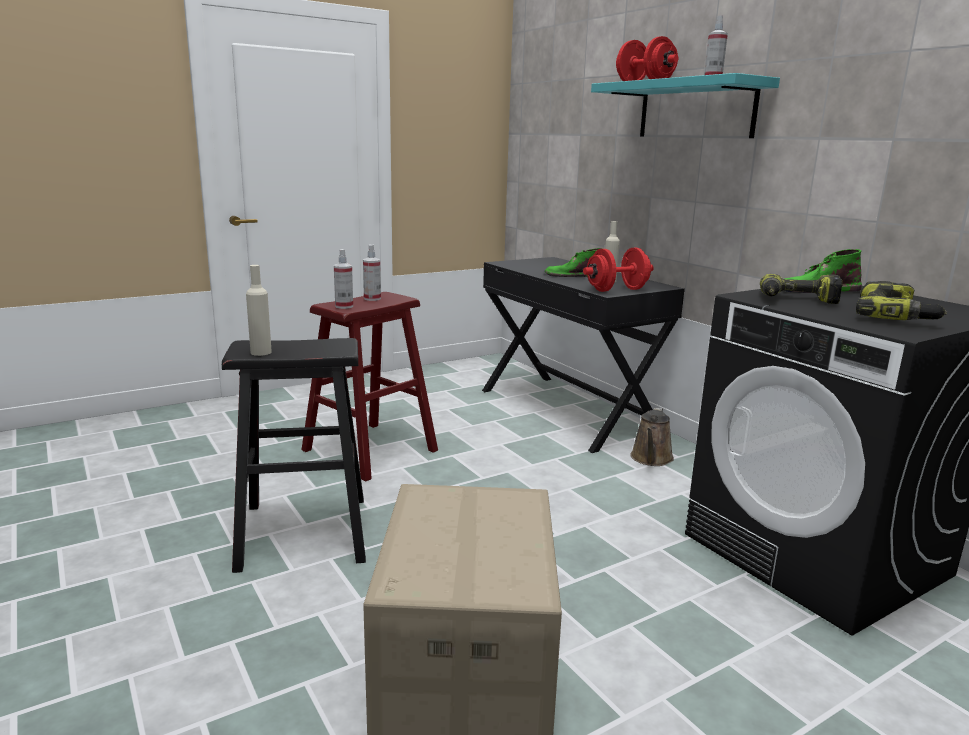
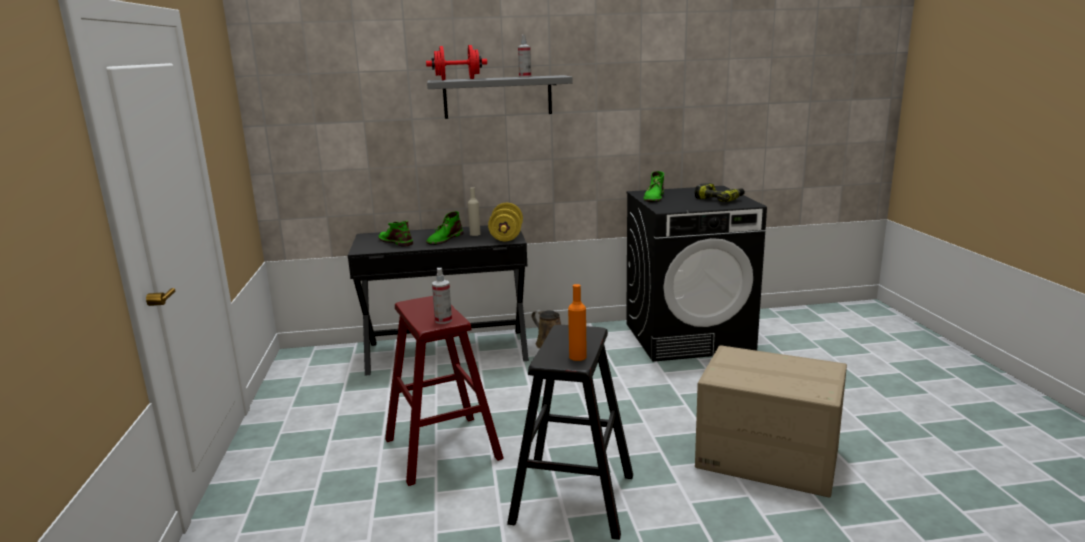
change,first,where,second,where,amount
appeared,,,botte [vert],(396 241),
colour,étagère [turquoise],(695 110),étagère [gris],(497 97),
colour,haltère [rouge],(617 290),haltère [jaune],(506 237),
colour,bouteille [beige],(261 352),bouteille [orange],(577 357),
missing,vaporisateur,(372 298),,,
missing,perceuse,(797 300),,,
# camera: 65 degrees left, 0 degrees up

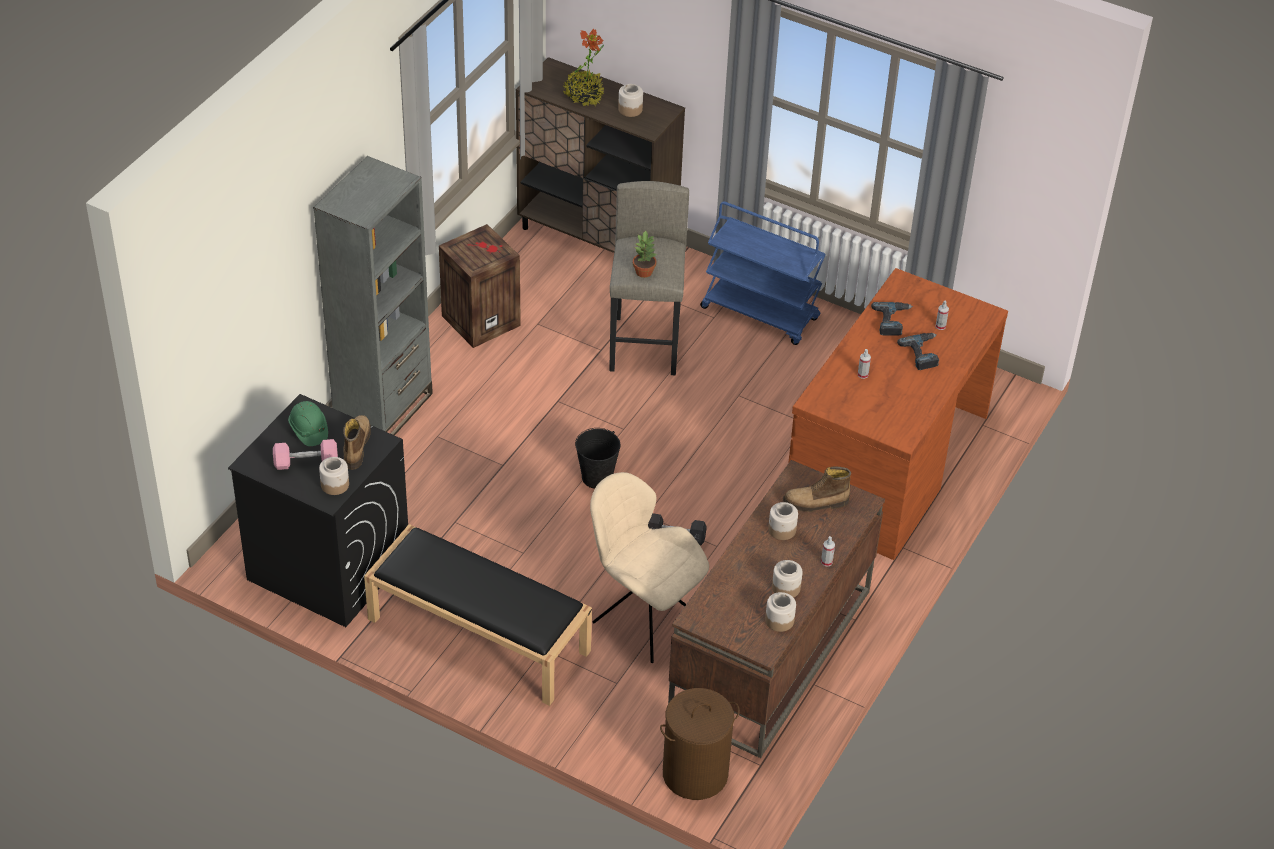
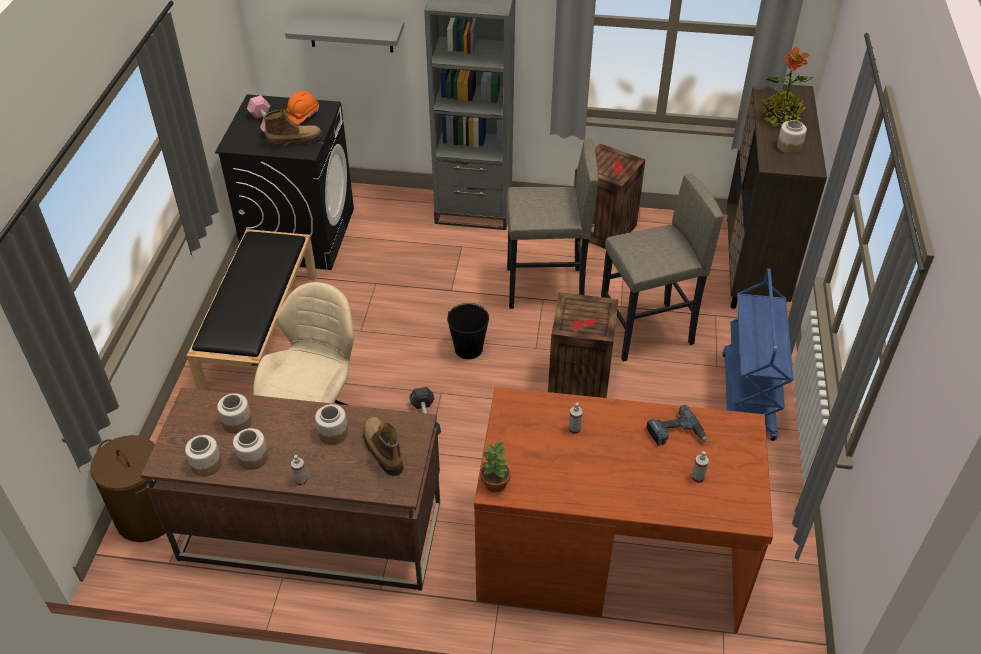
change,first,where,second,where,amount
relocated,bocal,(335 484),,(237 422),
appeared,,,étagère [gris],(351 33),
colour,casque de chantier [vert],(308 430),casque de chantier [orange],(302 116),
relocated,plante en pot,(644 271),,(496 484),
appeared,,,tabouret [gris],(545 288),
appeared,,,caisse,(580 384),
missing,perceuse,(923 353),,,
# camera: 70 degrees right, 0 degrees up

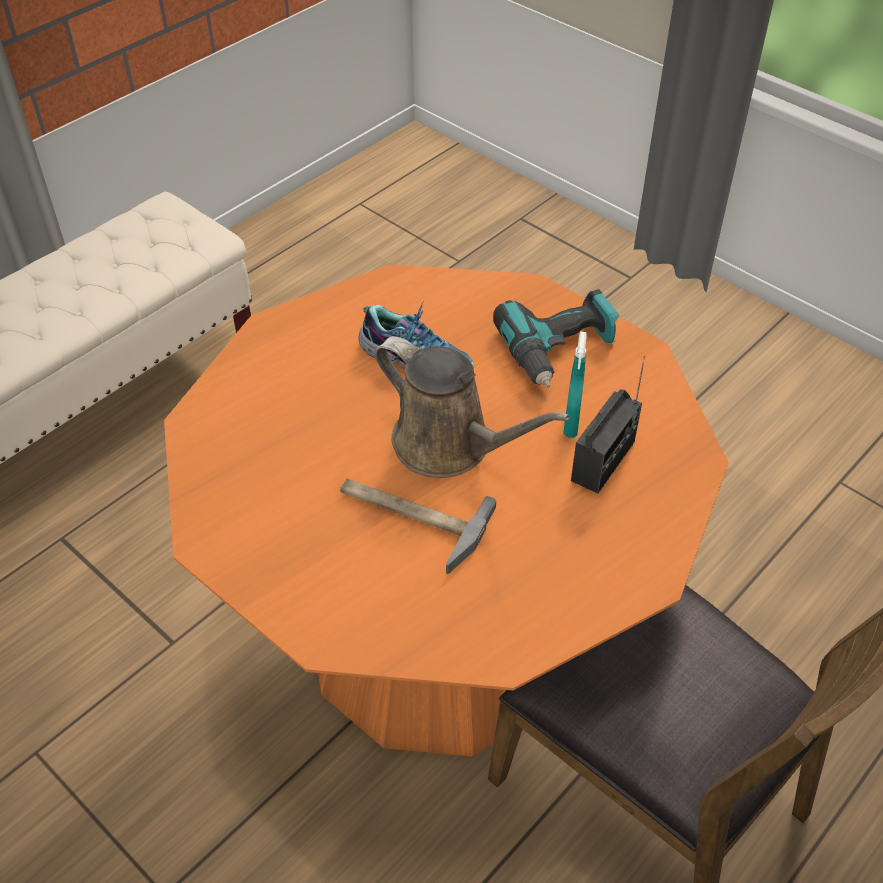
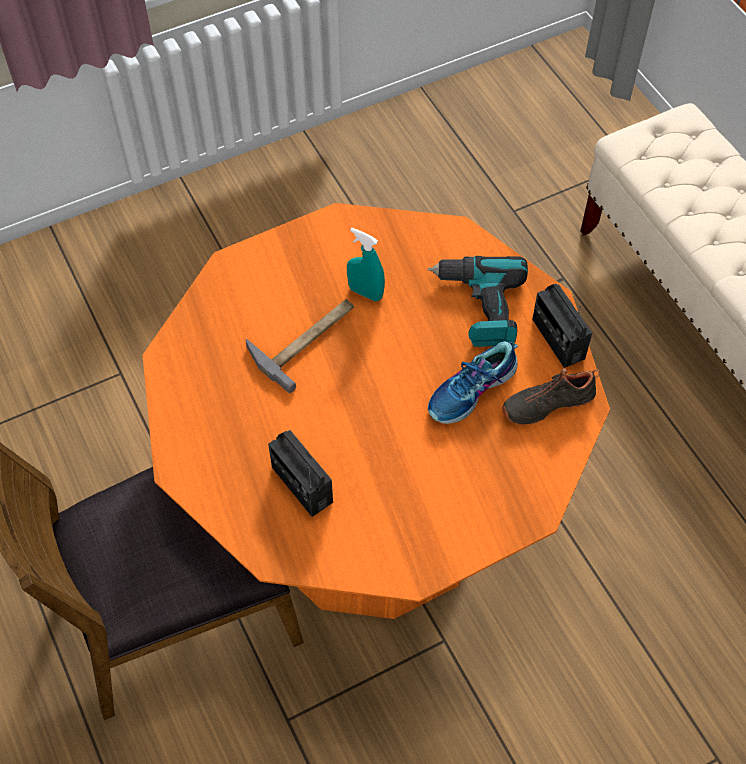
change,first,where,second,where,amount
relocated,vaporisateur [turquoise],(571 423),,(365 293),
relocated,perceuse,(559 350),,(479 307),
appeared,,,chaussure [noir],(547 402),
appeared,,,radio,(558 339),
missing,arrosoir [marron],(450 445),,,
# camera: 110 degrees right, 10 degrees up

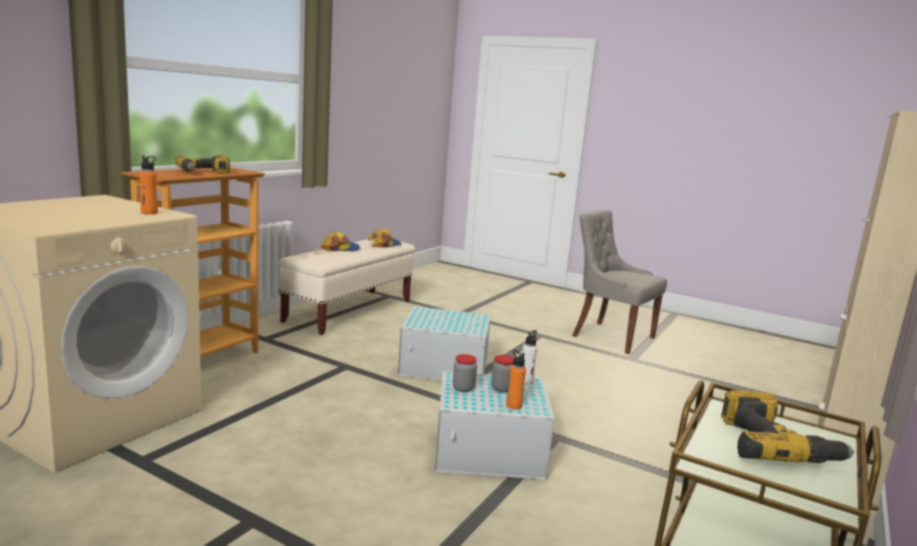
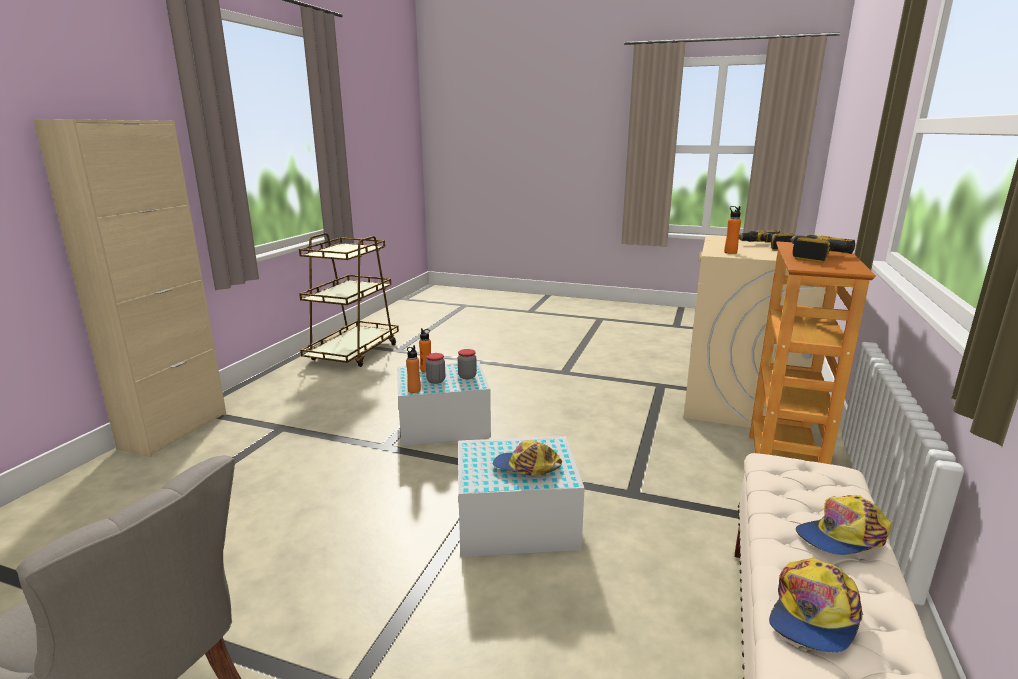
change,first,where,second,where,amount
colour,bouteille [blanc],(526 381),bouteille [orange],(414 390),
appeared,,,casquette,(525 467),
relocated,perceuse,(774 446),,(766 246),
# camera: 170 degrees right, 5 degrees up

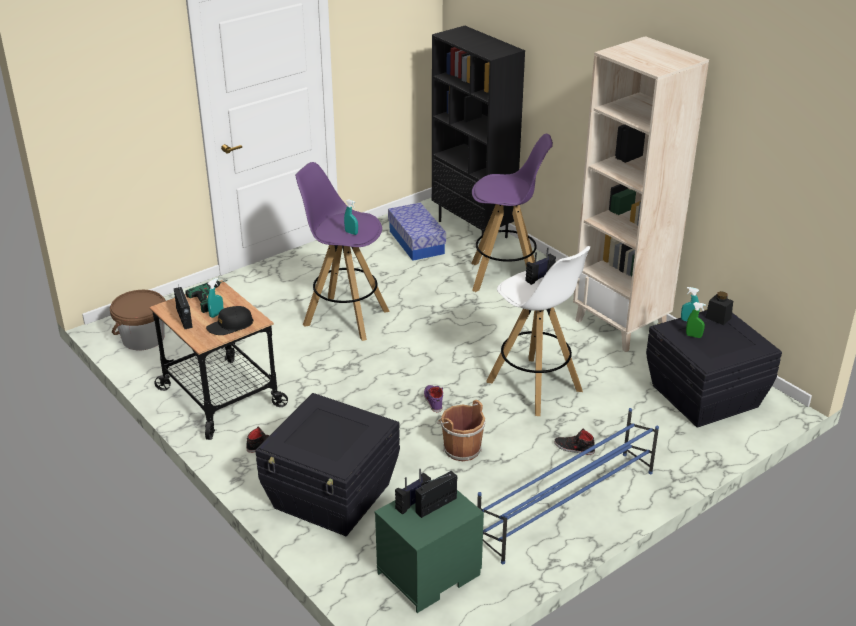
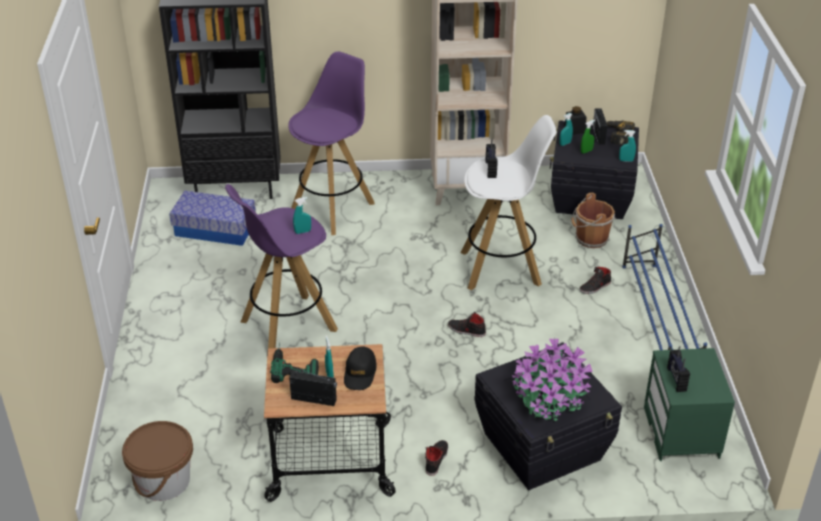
change,first,where,second,where,amount
colour,chaussure [violet],(433 400),chaussure [noir],(466 330),
appeared,,,plante en pot,(548 399),
relocated,seau [marron],(460 448),,(590 239),
relocated,radio,(437 505),,(598 135),
appeared,,,perceuse,(616 135),
appeared,,,vaporisateur [turquoise],(626 160),
# camera: 55 degrees left, 5 degrees up

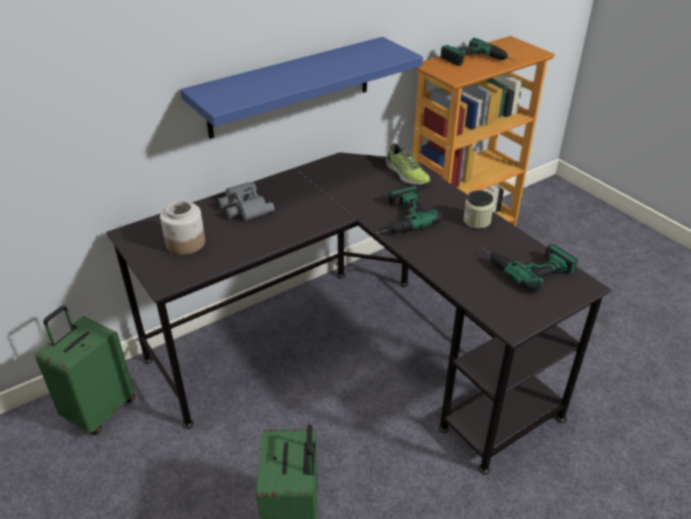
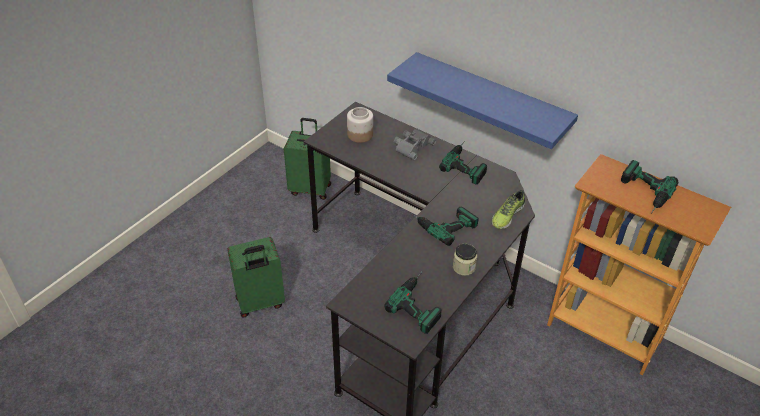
change,first,where,second,where,amount
appeared,,,perceuse,(467 163),
# camera: 70 degrees right, 5 degrees up

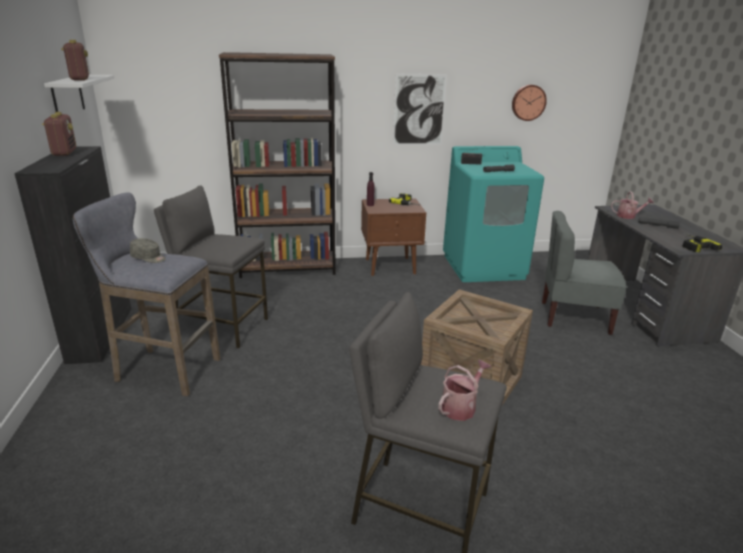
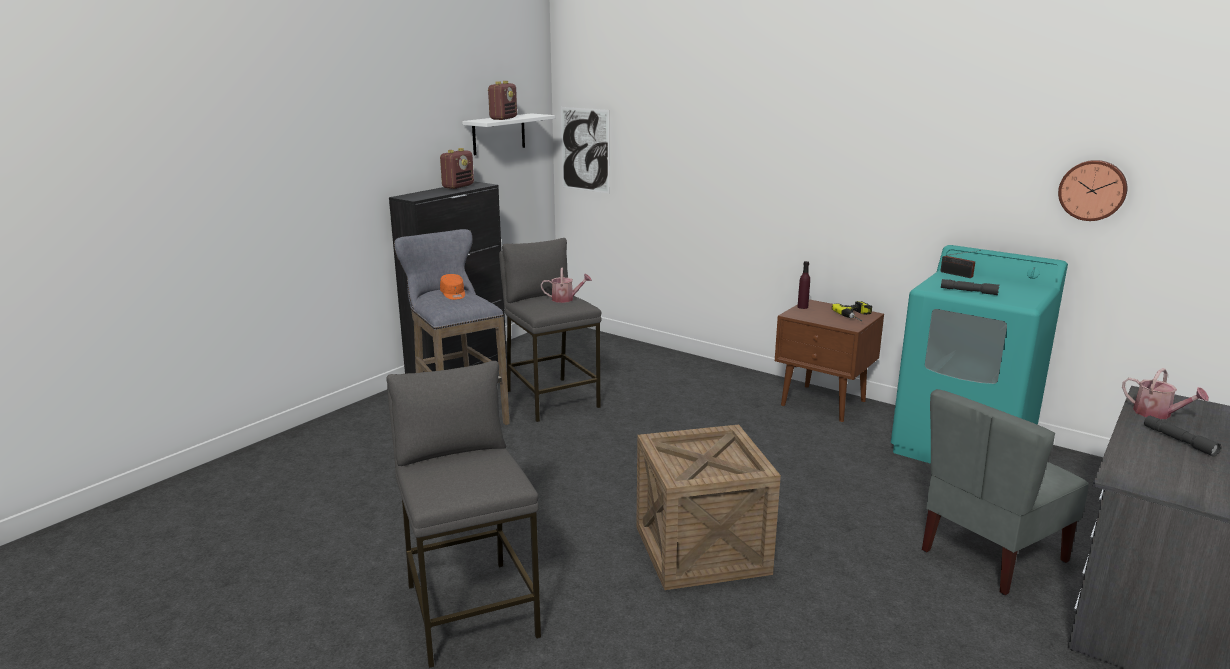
change,first,where,second,where,amount
colour,casquette [gris],(149 258),casquette [orange],(453 294),
relocated,arrosoir,(461 406),,(566 299),
relocated,tableau,(419 110),,(585 149),
spun,chaise [gris],(574 317),,(990 555),90 degrees counterclockwise
missing,bibliothèque [marron],(288 268),,,
missing,perceuse,(692 245),,,
# camera: 45 degrees right, 5 degrees down

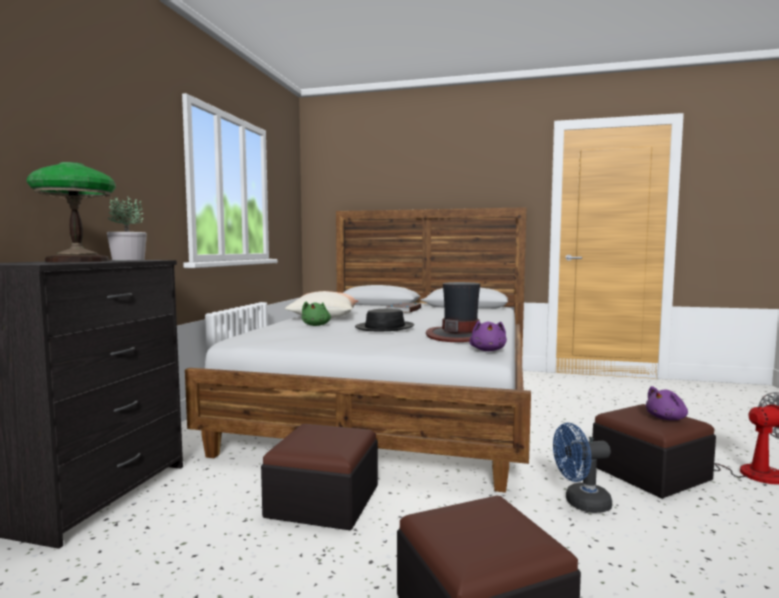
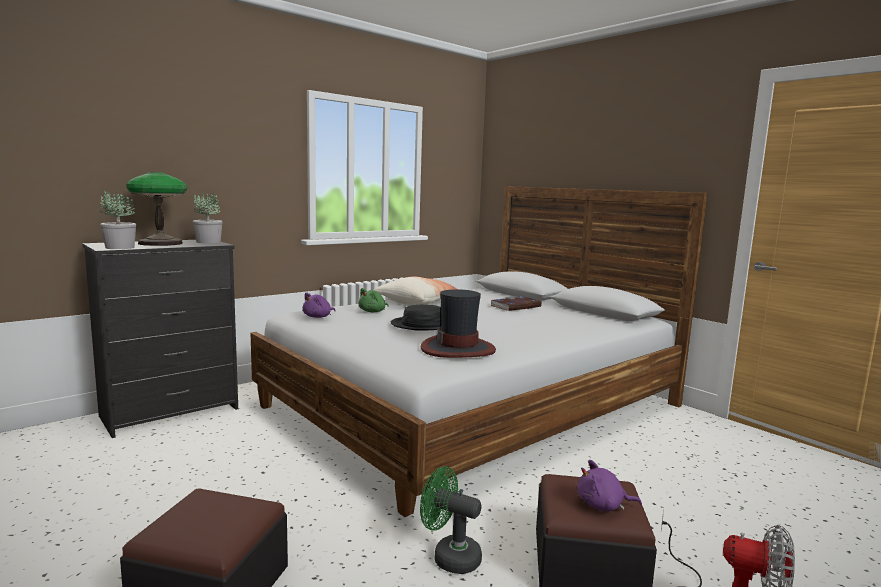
change,first,where,second,where,amount
appeared,,,plante en pot,(119 247),
relocated,peluche [violet],(488 350),,(318 317),
colour,ventilateur [bleu],(581 503),ventilateur [vert],(449 556),
missing,pouf,(323 501),,,
# camera: 35 degrees right, 5 degrees up

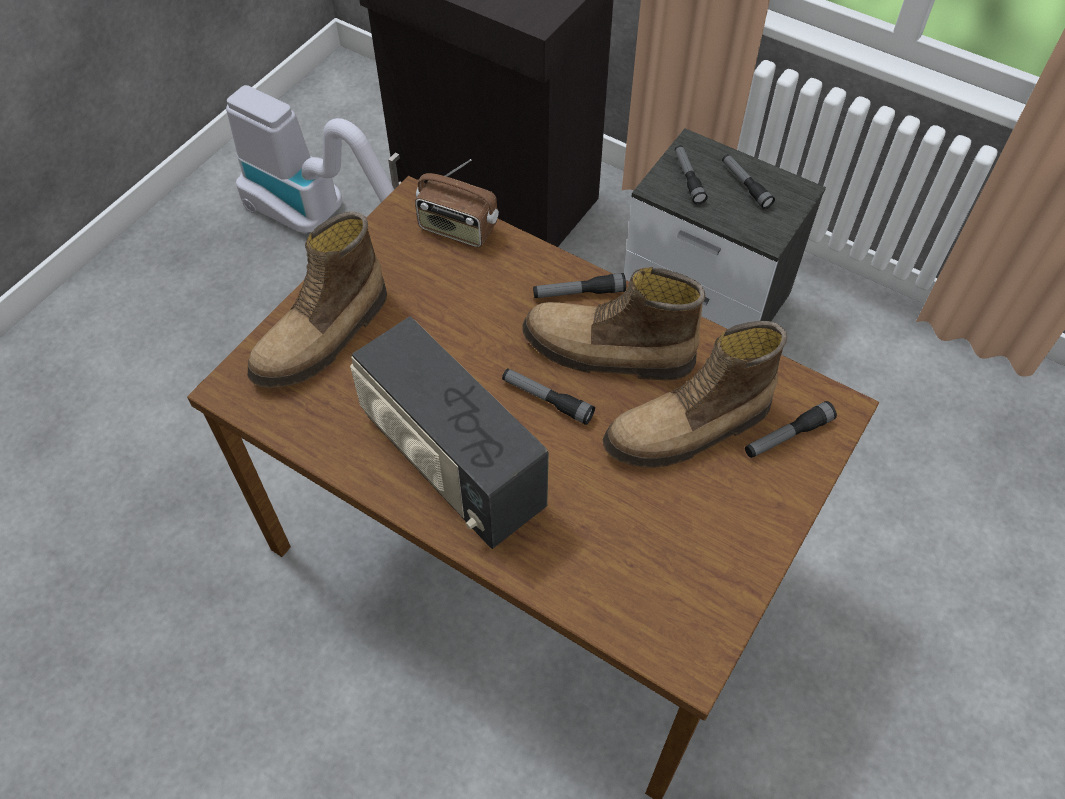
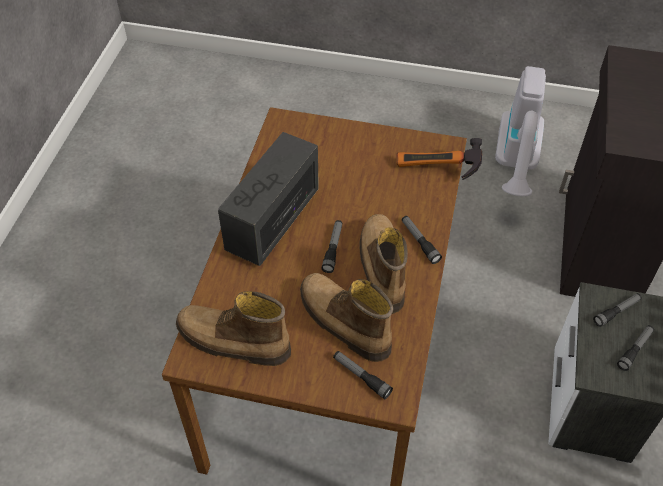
change,first,where,second,where,amount
relocated,botte,(324 338),,(232 342),
exchanged,radio,(457 229),marteau,(437 172),
# camera: 70 degrees right, 5 degrees down

